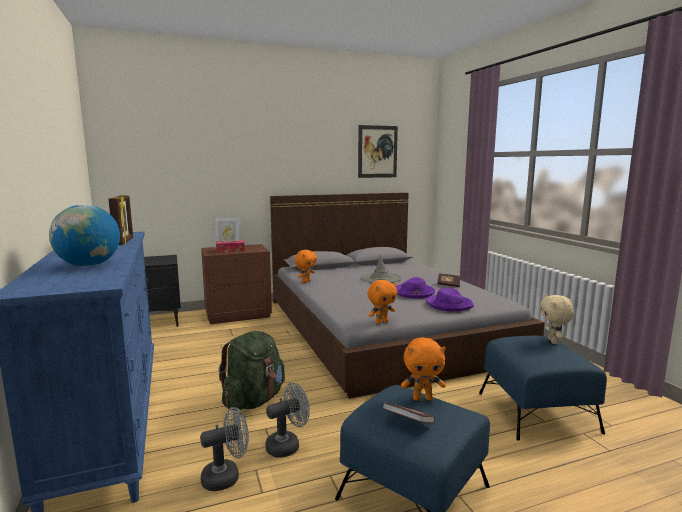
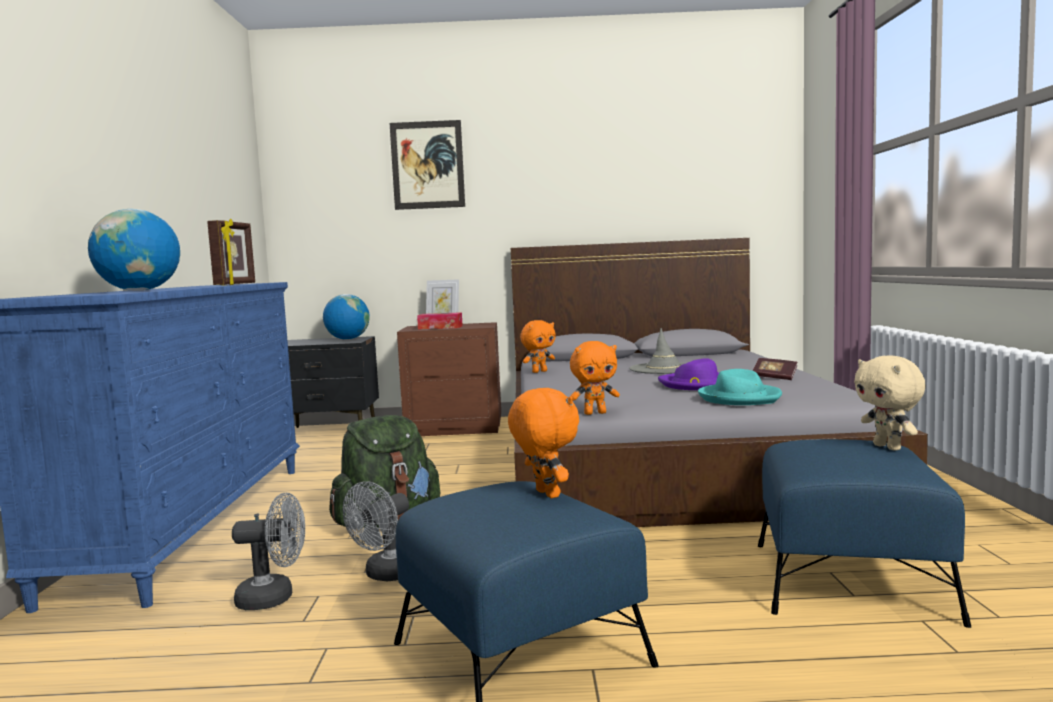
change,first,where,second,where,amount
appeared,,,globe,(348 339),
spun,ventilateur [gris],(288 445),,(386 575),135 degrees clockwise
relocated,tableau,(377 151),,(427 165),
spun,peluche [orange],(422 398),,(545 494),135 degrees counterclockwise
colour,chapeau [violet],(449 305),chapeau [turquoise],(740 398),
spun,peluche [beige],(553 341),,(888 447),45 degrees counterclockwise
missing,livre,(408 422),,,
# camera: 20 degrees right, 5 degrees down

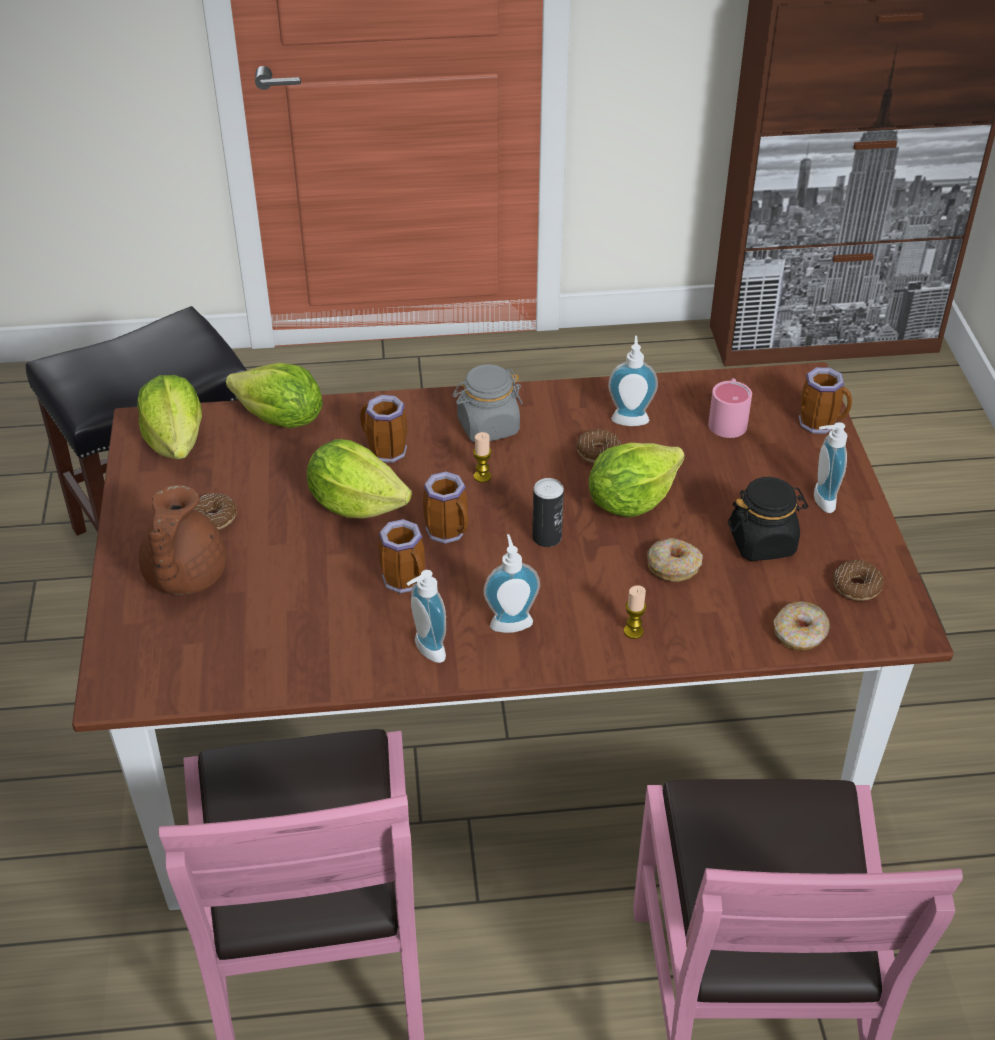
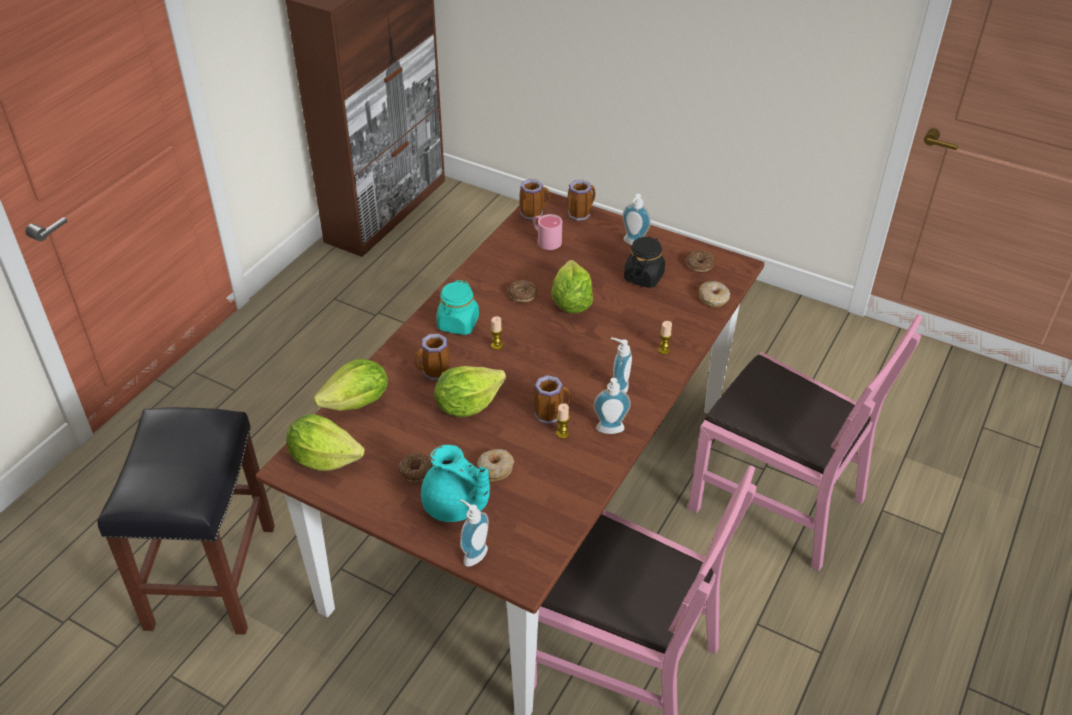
change,first,where,second,where,amount
colour,théière [marron],(183 576),théière [turquoise],(455 506),
colour,bocal [gris],(488 427),bocal [turquoise],(458 324),
relocated,distributeur de savon,(630 417),,(472 554),
relocated,beignet,(673 566),,(495 469),
relocated,mug,(450 532),,(533 213),
appeared,,,bougie,(562 434),
missing,boîte métallique,(547 537),,,
# camera: 55 degrees left, 0 degrees up

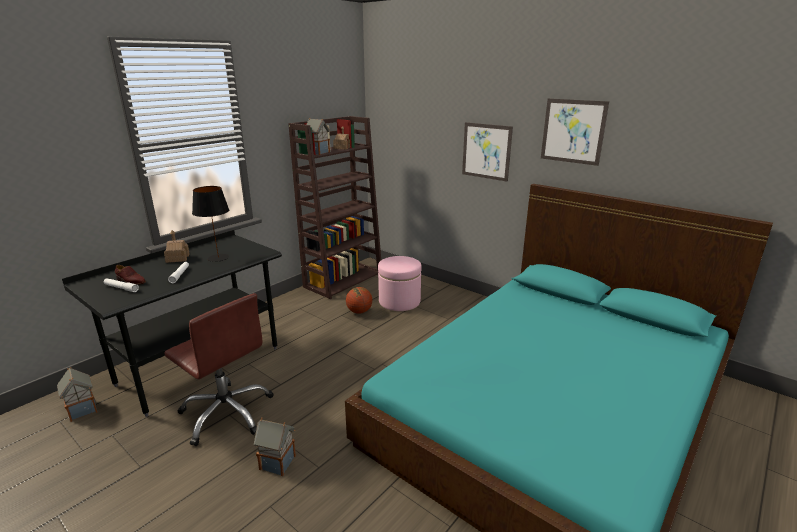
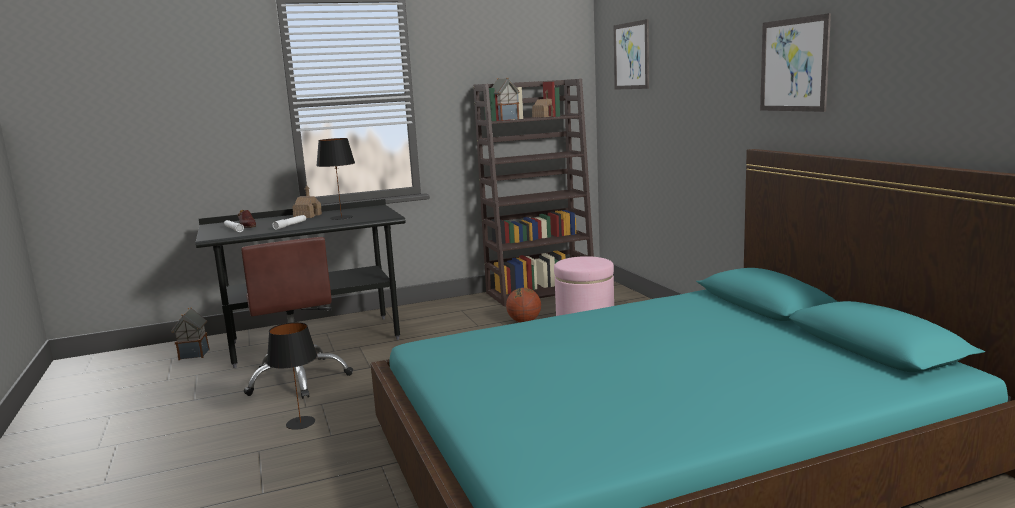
change,first,where,second,where,amount
exchanged,maison miniature,(278 462),lampe de table [noir],(300 423),
relocated,tableau,(486 151),,(631 56),
# camera: 30 degrees right, 10 degrees down

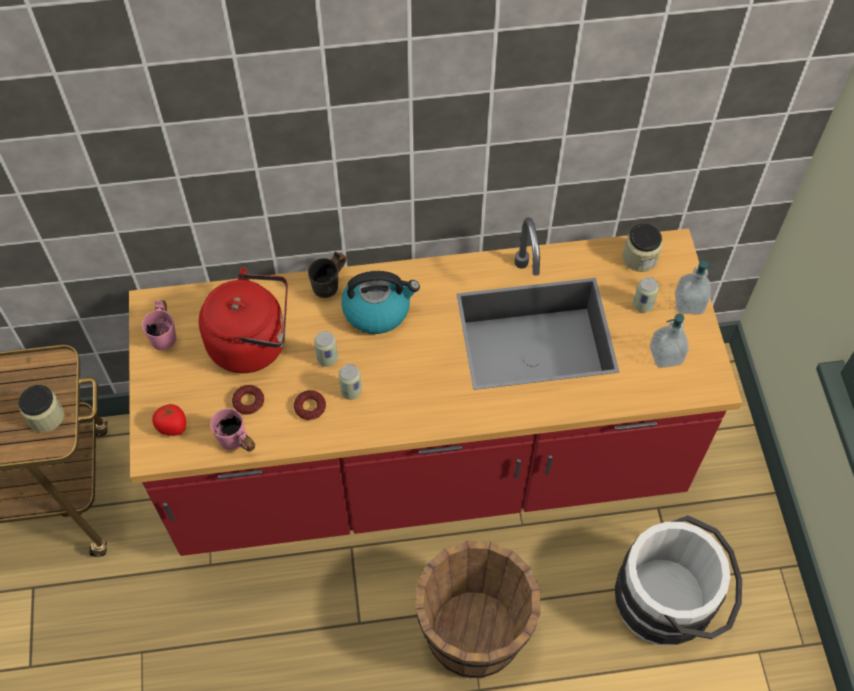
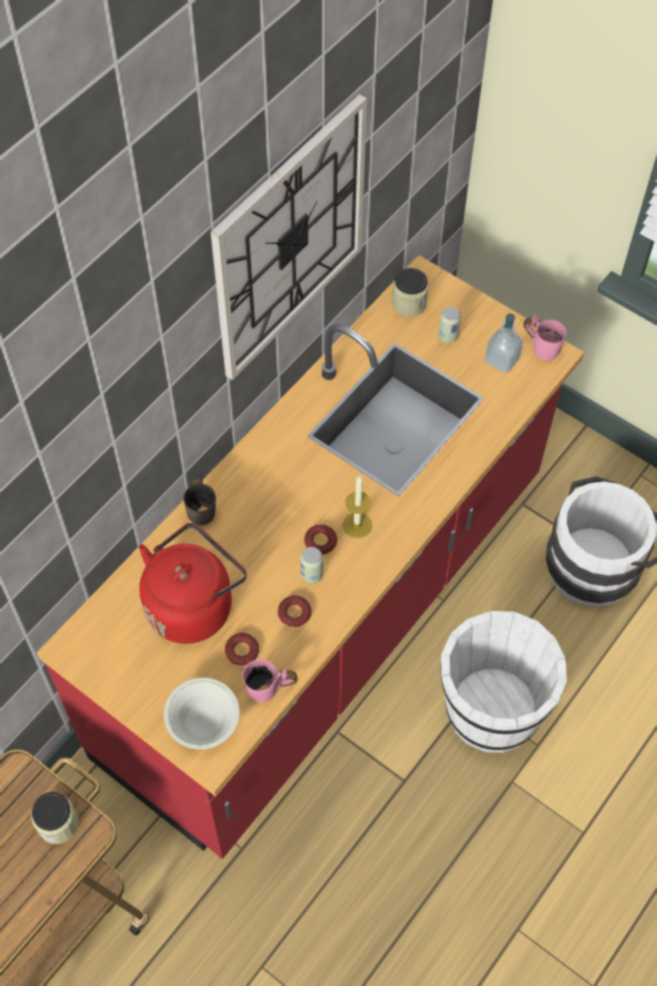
change,first,where,second,where,amount
exchanged,tomate,(173 426),bol [blanc],(203 723),
appeared,,,horloge murale,(289 239),
appeared,,,beignet,(320 542),
appeared,,,bougie,(357 525),
colour,seau [marron],(474 632),seau [blanc],(491 708),
relocated,mug [rose],(167 334),,(543 346),
missing,boîte métallique,(327 358),,,
missing,bouilloire,(378 310),,,
missing,distributeur de savon,(689 303),,,
# camera: 45 degrees left, 0 degrees up

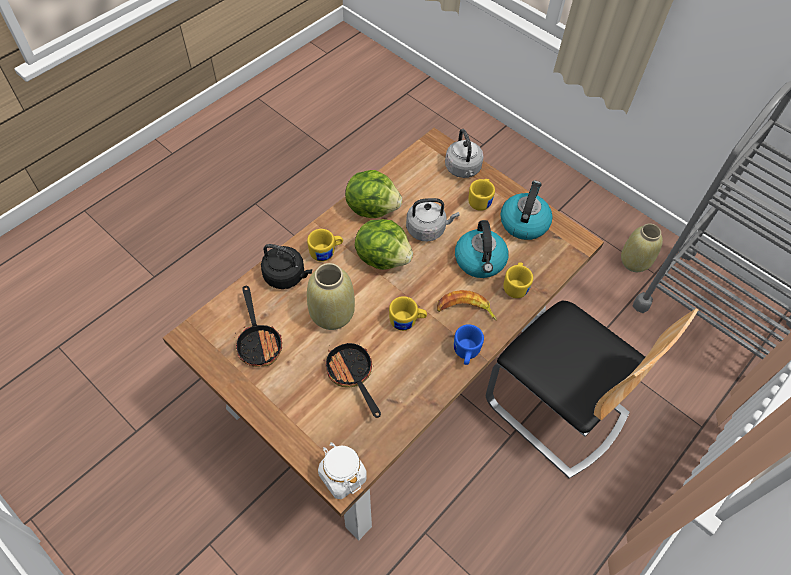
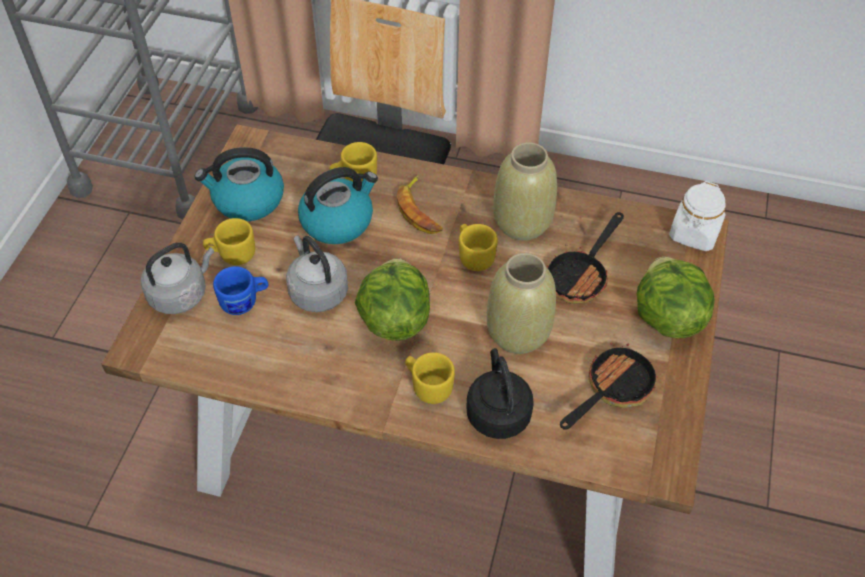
change,first,where,second,where,amount
relocated,mug [bleu],(465 353),,(245 302),
relocated,vase [beige],(634 261),,(521 223),
relocated,laitue,(372 207),,(666 318),
# camera: 115 degrees left, 5 degrees down

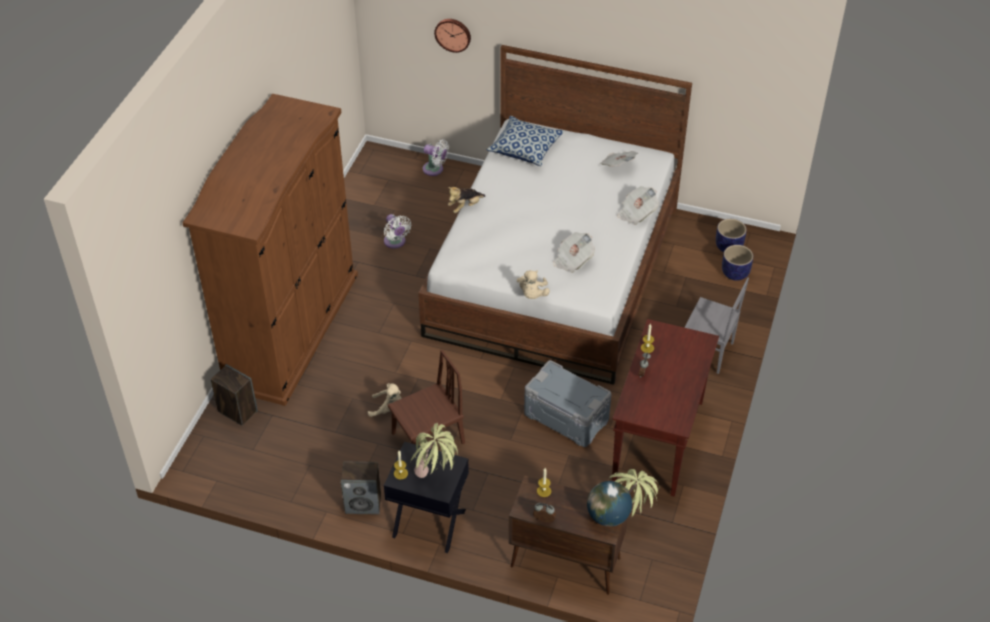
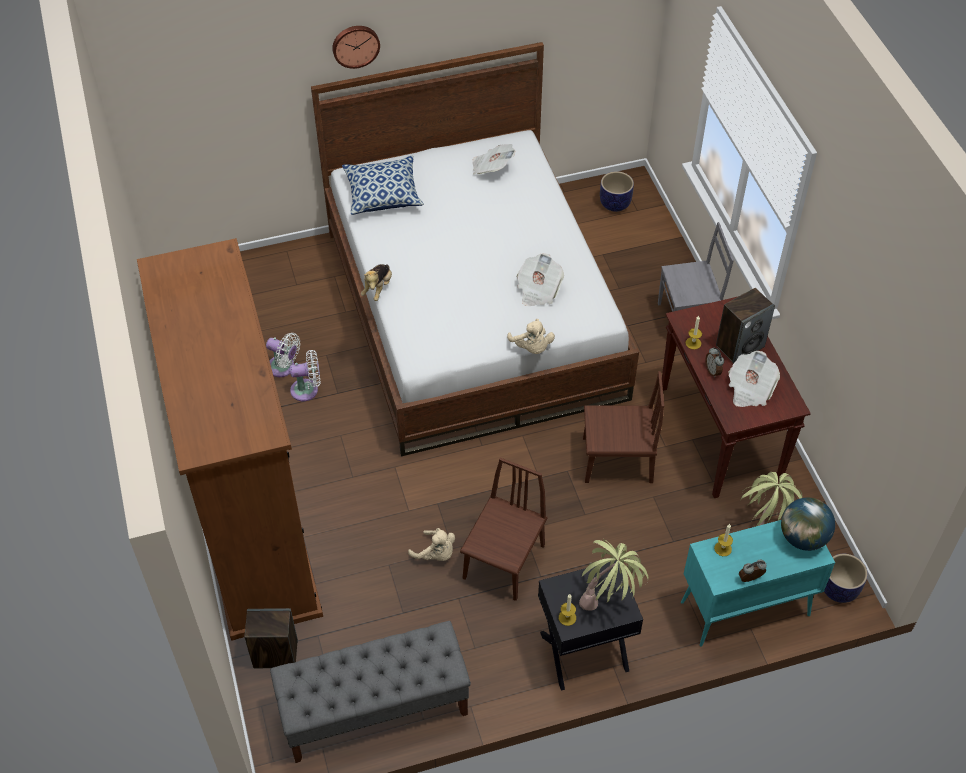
change,first,where,second,where,amount
appeared,,,banc [gris],(374 710),
relocated,ventilateur [blanc],(435 170),,(307 390),
relocated,horloge murale,(453 34),,(355 45),
spun,peluche [beige],(388 408),,(436 554),60 degrees clockwise
exchanged,boîte de rangement [gris],(566 417),chaise [marron],(617 460),
colour,meuble de rangement [marron],(564 562),meuble de rangement [turquoise],(744 609),
relocated,enceinte,(363 503),,(740 346),
relocated,journal,(636 213),,(749 389),
relocated,cache-pot,(735 273),,(839 589),
# camera: 35 degrees left, 5 degrees up

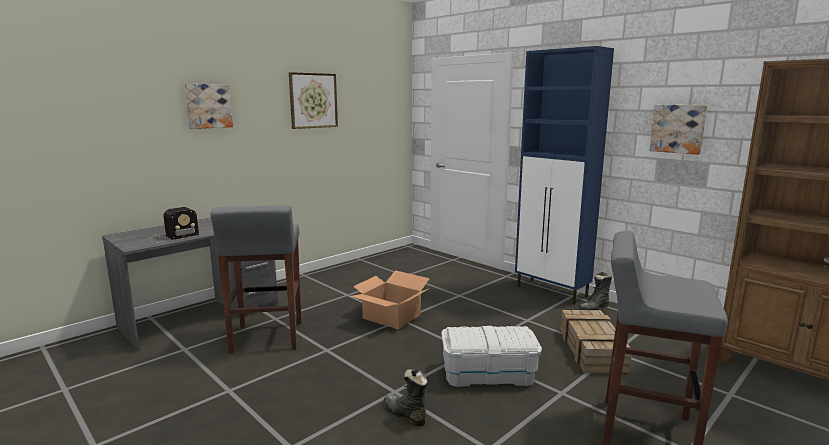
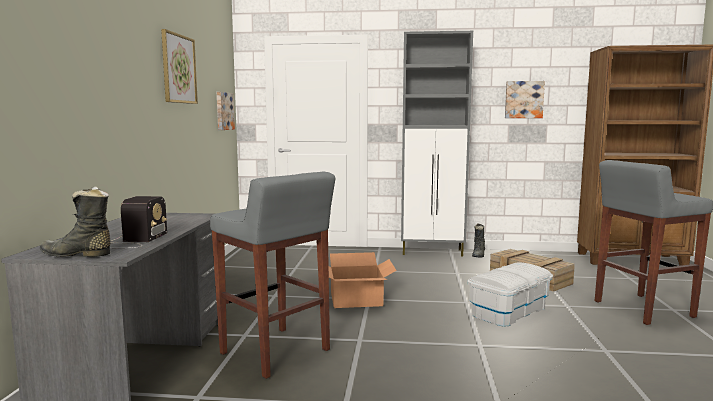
change,first,where,second,where,amount
relocated,botte [noir],(404 414),,(77 255),
relocated,tableau,(208 106),,(223 111),
colour,meuble de rangement [bleu],(552 292),meuble de rangement [gris],(433 252),
# camera: 40 degrees left, 5 degrees down

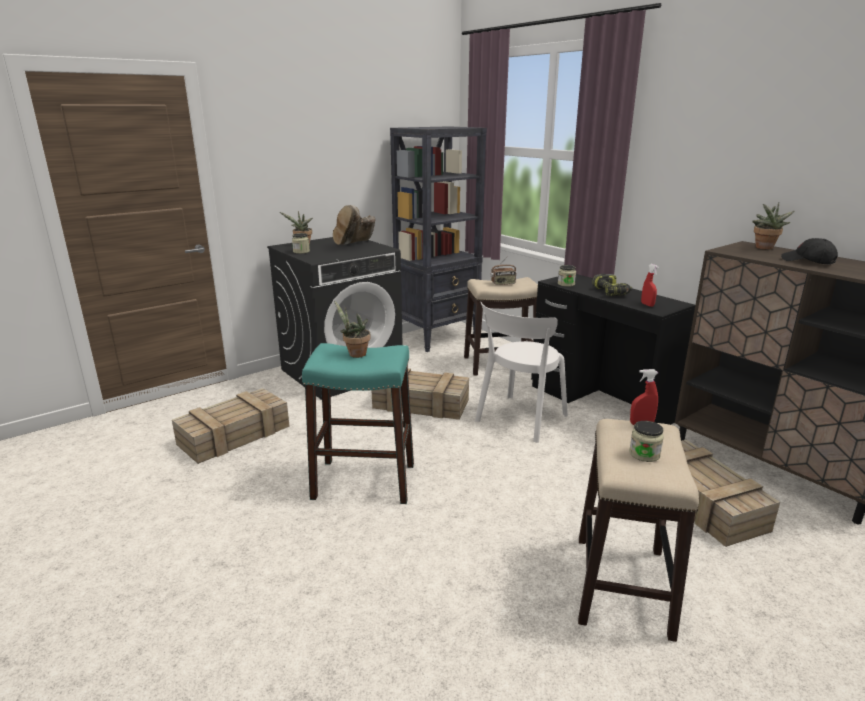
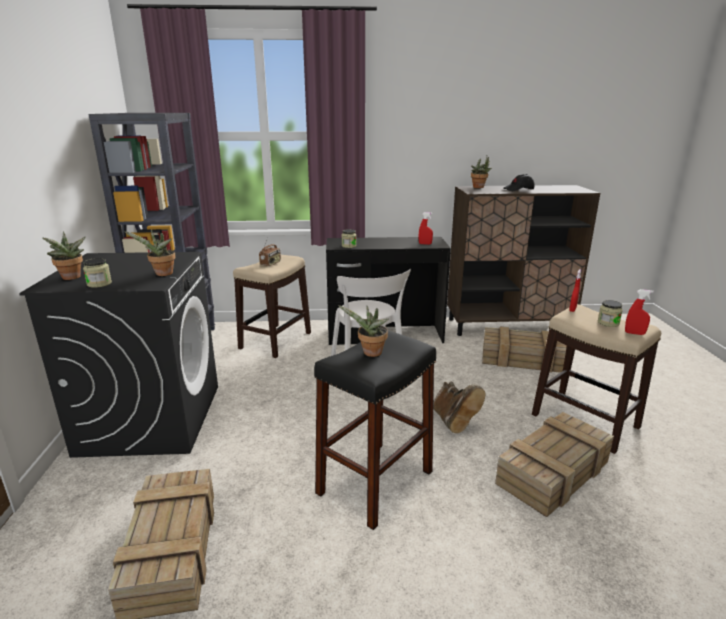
change,first,where,second,where,amount
appeared,,,plante en pot,(162 274),
colour,tabouret [turquoise],(364 481),tabouret [noir],(375 482),
relocated,botte [marron],(355 245),,(453 422),
relocated,caisse,(419 404),,(552 474),
appeared,,,vaporisateur [rouge],(634 333),
missing,perceuse,(611 292),,,
# camera: 55 degrees left, 0 degrees up

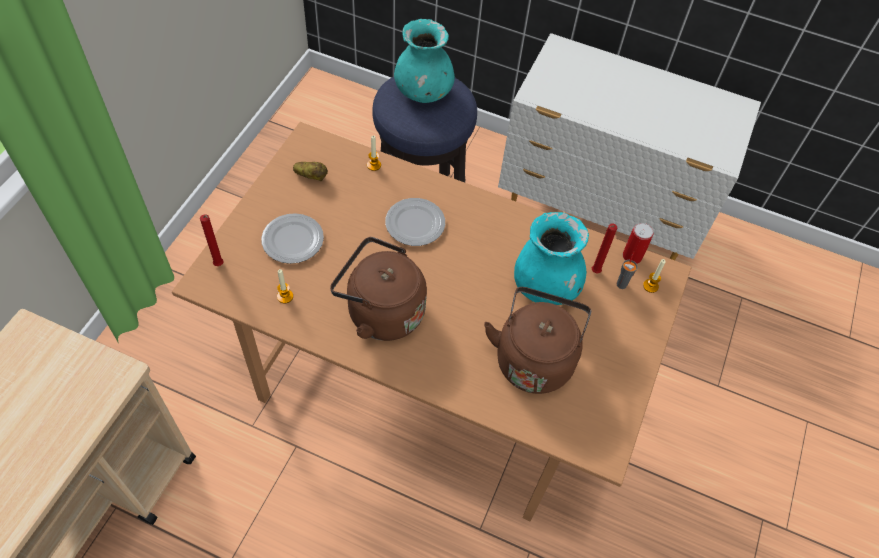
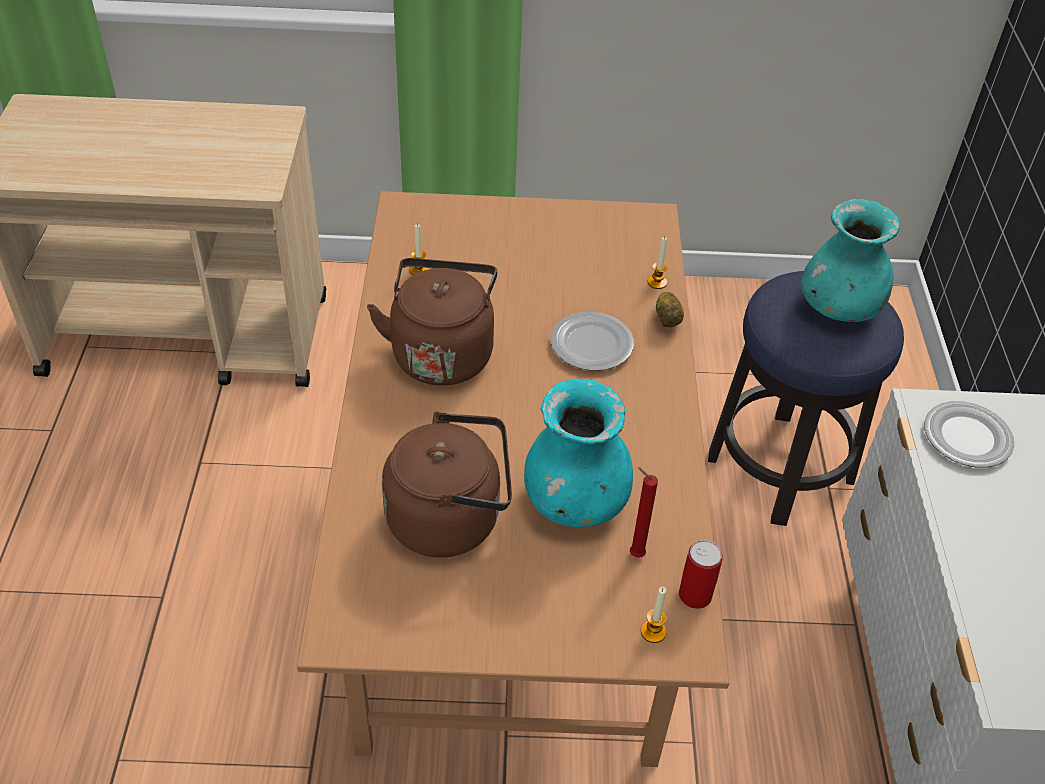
change,first,where,second,where,amount
relocated,pomme de terre,(311 176),,(668 319),
relocated,assiette,(292 240),,(967 437),
missing,bougie [rouge],(219 265),,,
missing,tasse [gris],(621 284),,,
# camera: 70 degrees right, 10 degrees down

